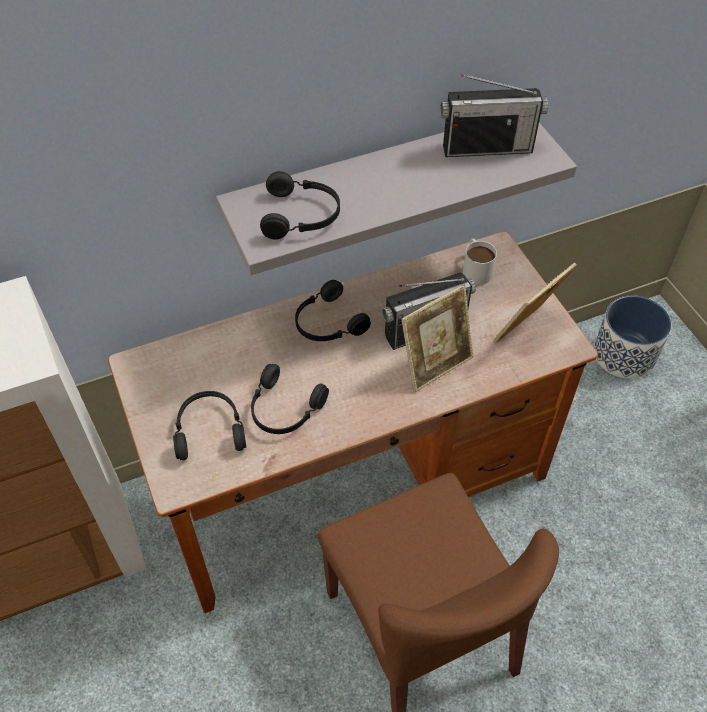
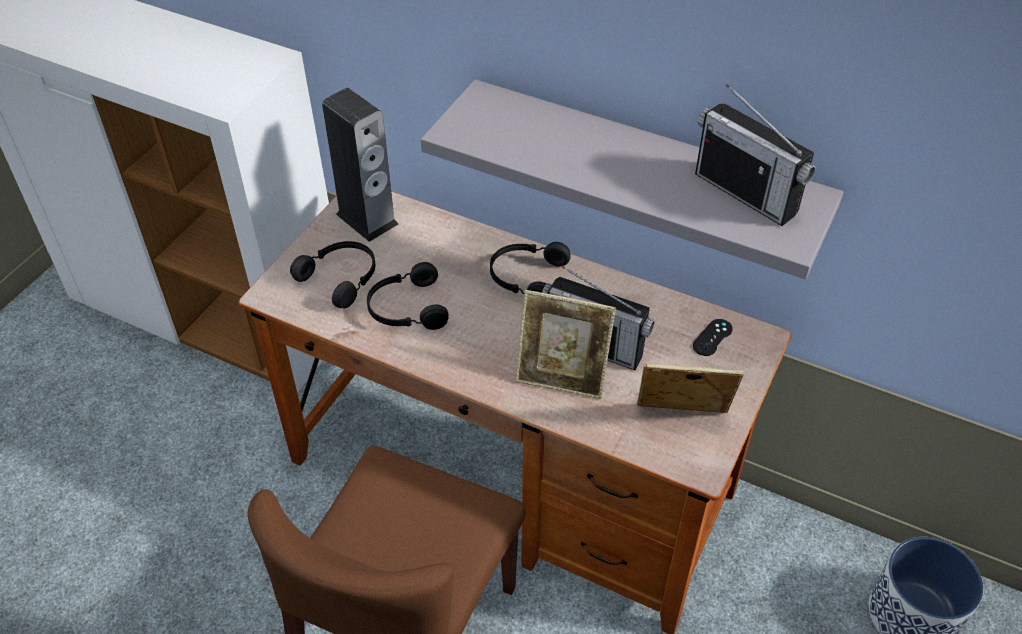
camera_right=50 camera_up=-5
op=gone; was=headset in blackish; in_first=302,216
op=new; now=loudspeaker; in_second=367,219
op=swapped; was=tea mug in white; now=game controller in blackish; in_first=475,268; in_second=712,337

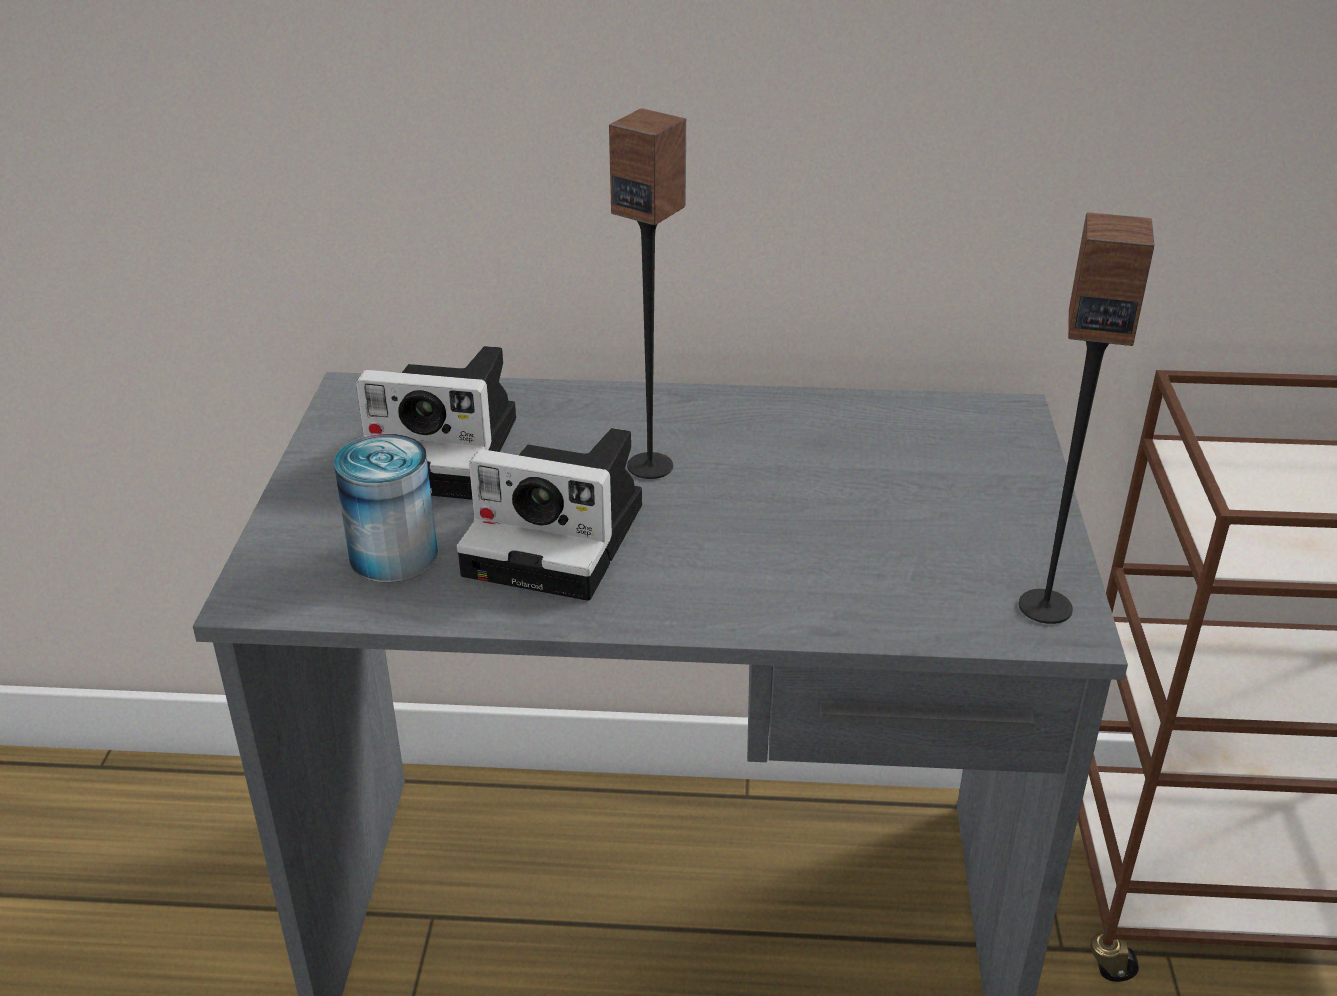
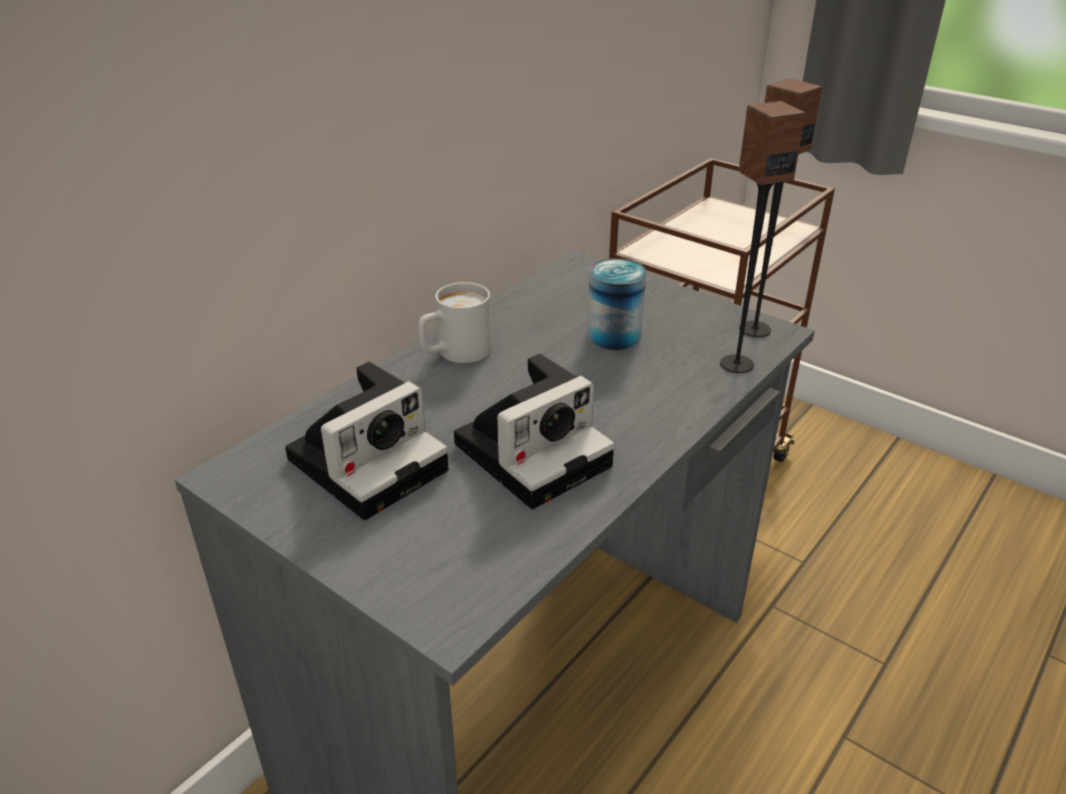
camera_right=-55 camera_up=0
op=new; now=tea mug in white; in_second=454,353
op=shifted; was=can; in_first=393,555; in_second=614,336
op=shifted; was=loudspeaker; in_first=650,466; in_second=736,364

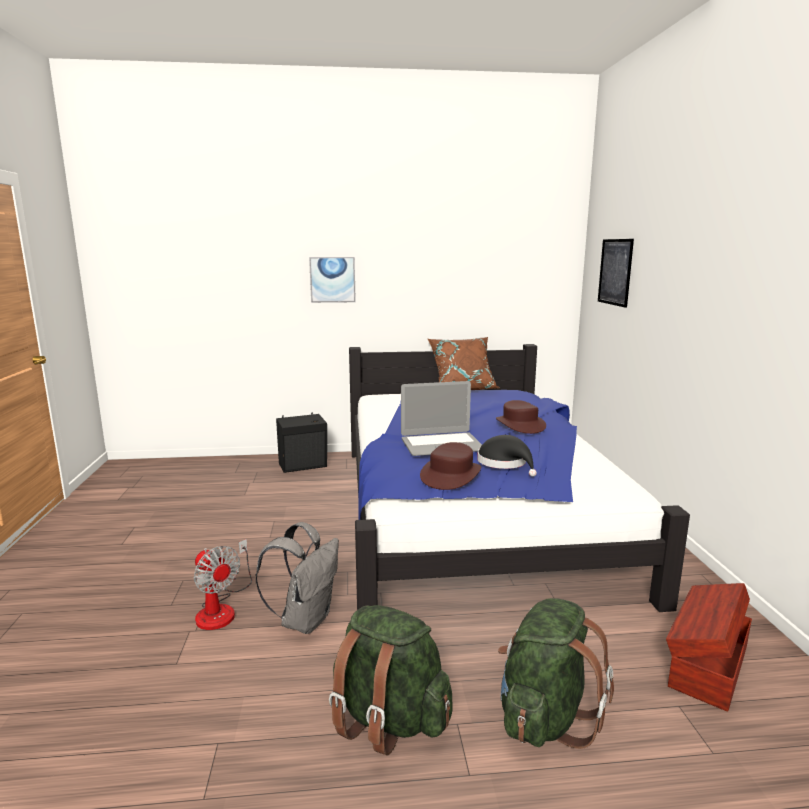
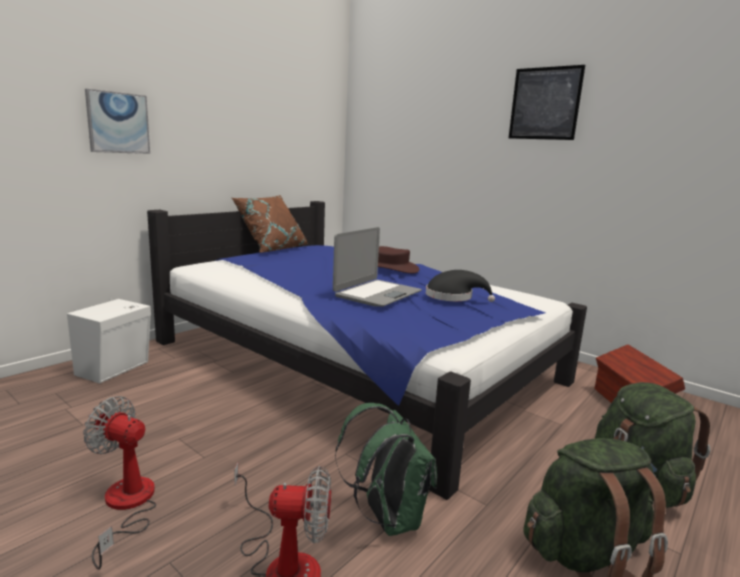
camera_right=-45 camera_up=0
op=gone; was=clothing hat in brownish; in_first=451,475
op=new; now=electric fan; in_second=126,506
op=shifted; was=picture; in_first=615,272; in_second=545,103
op=repainted; was=backpack in grey; now=backpack in green-coloured; in_first=305,619; in_second=387,517
op=repainted; was=loudspeaker in blackish; now=loudspeaker in white; in_first=304,466; in_second=115,368

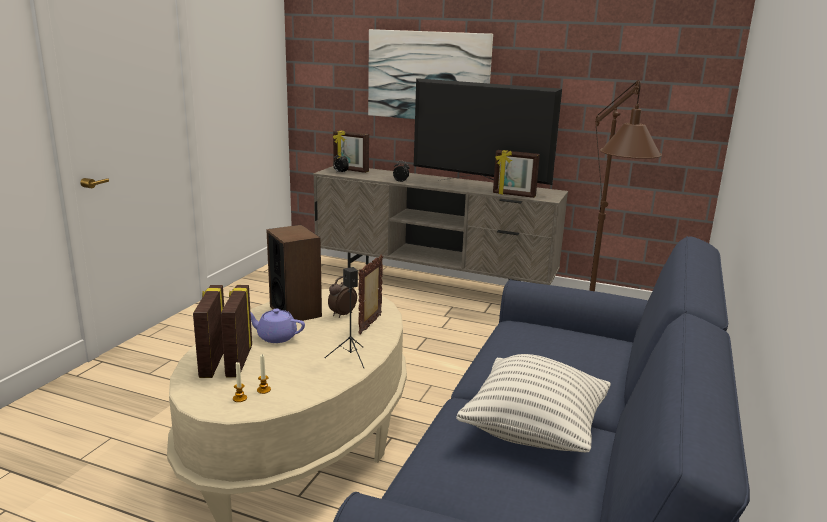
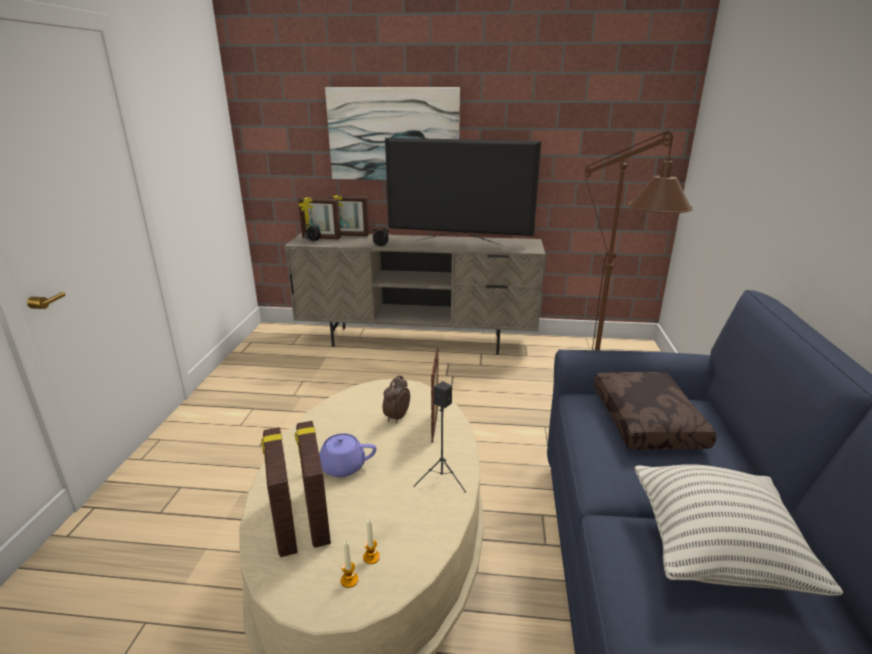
camera_right=-15 camera_up=5
op=gone; was=loudspeaker; in_first=295,311
op=new; now=throw pillow in brownish; in_second=649,421
op=shifted; was=standing frame; in_first=513,195; in_second=350,235

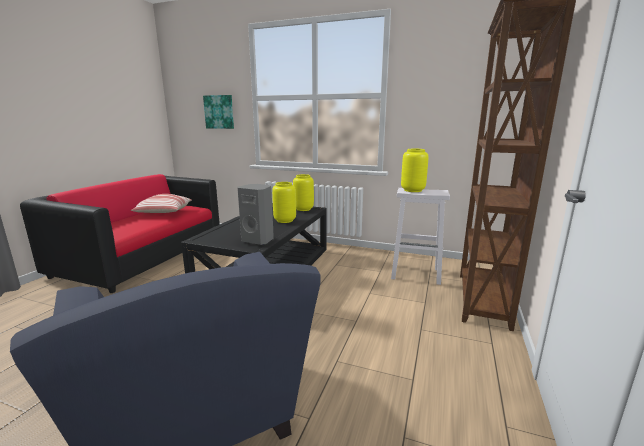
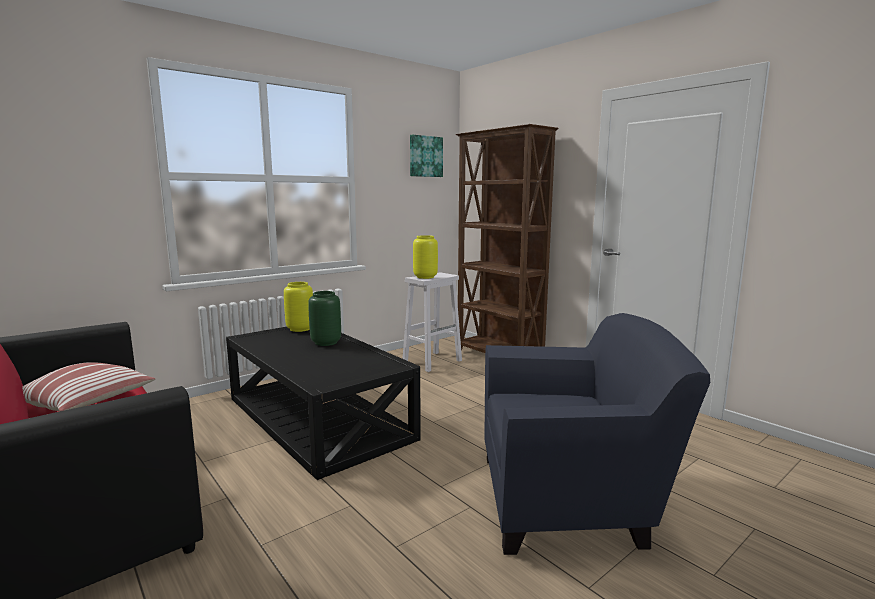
camera_right=-60 camera_up=-5
op=gone; was=loudspeaker in grey; in_first=258,240
op=shifted; was=picture; in_first=219,112; in_second=425,156
op=repainted; was=decorative vase in yellowish; now=decorative vase in green-coloured; in_first=285,220; in_second=325,342

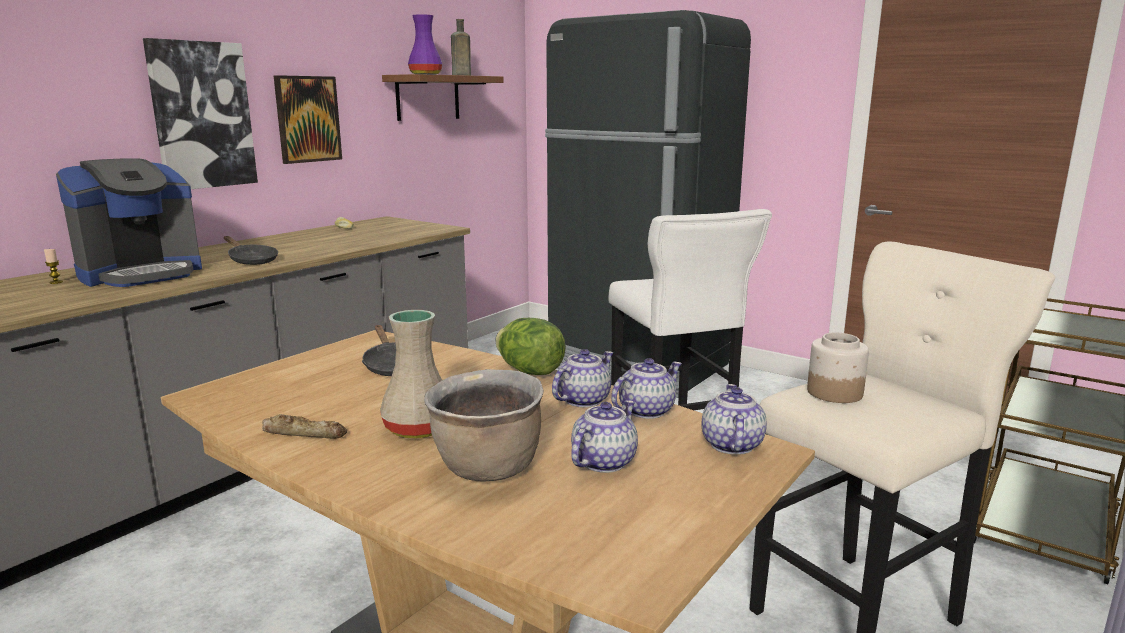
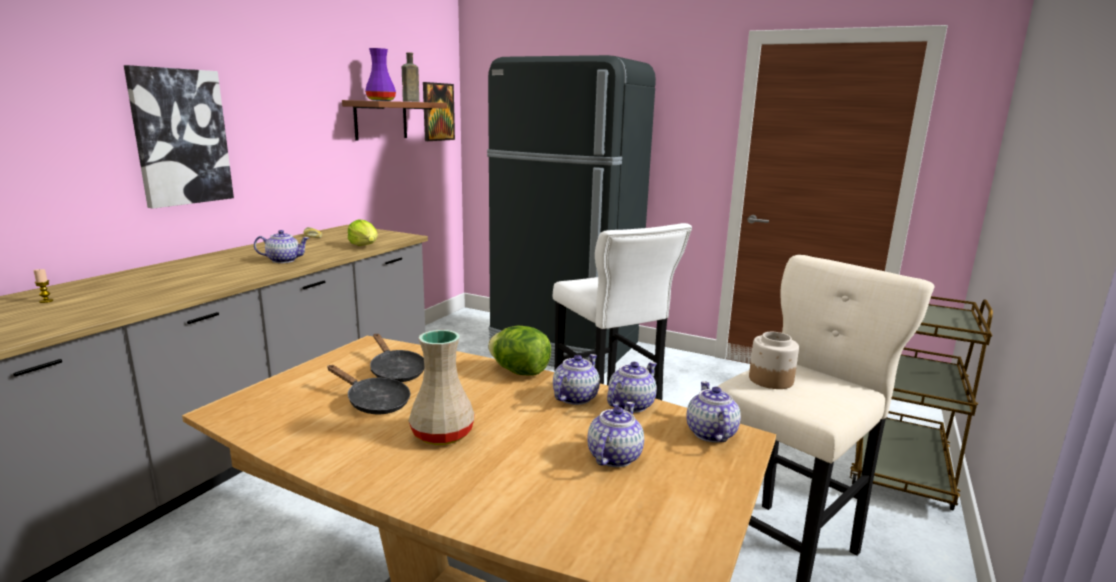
camera_right=-10 camera_up=0
op=gone; was=coffee brewer; in_first=141,274
op=gone; was=bakery bread; in_first=304,433
op=gone; was=cooking pot in brownish; in_first=488,469
op=new; now=teapot; in_second=284,260
op=new; now=lettuce; in_second=365,246
op=shifted; was=frying pan in blackish; in_first=251,260; in_second=374,402
op=shifted; was=picture; in_first=307,119; in_second=438,112

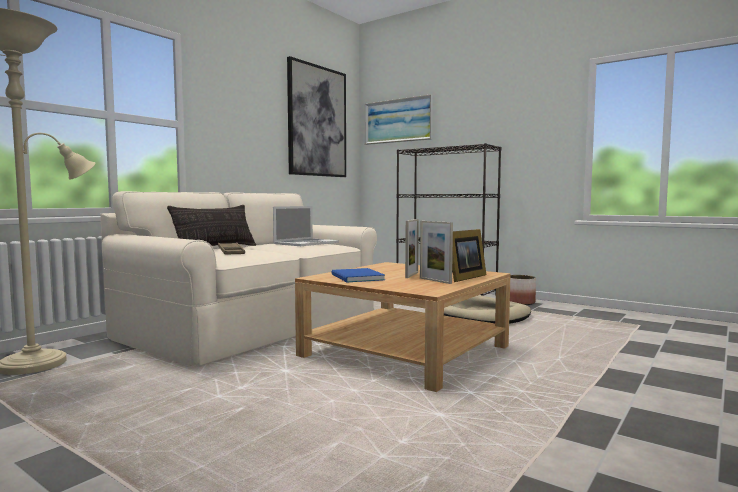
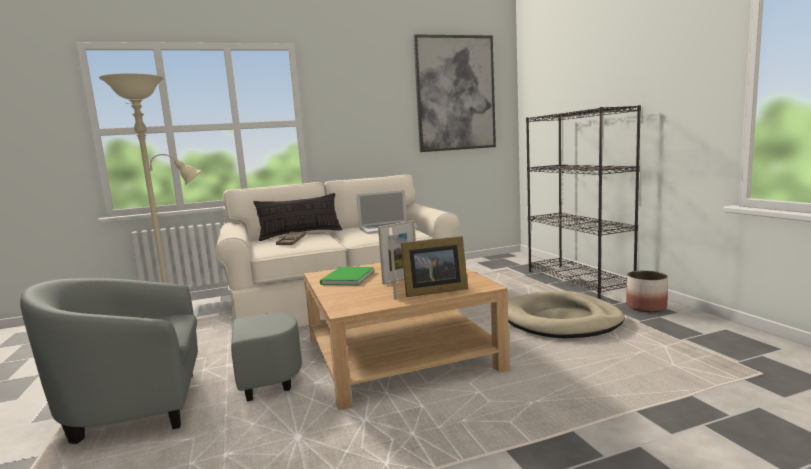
camera_right=35 camera_up=5
op=gone; was=picture; in_first=398,121
op=new; now=lounge chair in grey; in_second=170,403
op=repainted; was=book in blue-coloured; now=book in green-coloured; in_first=356,277; in_second=346,278

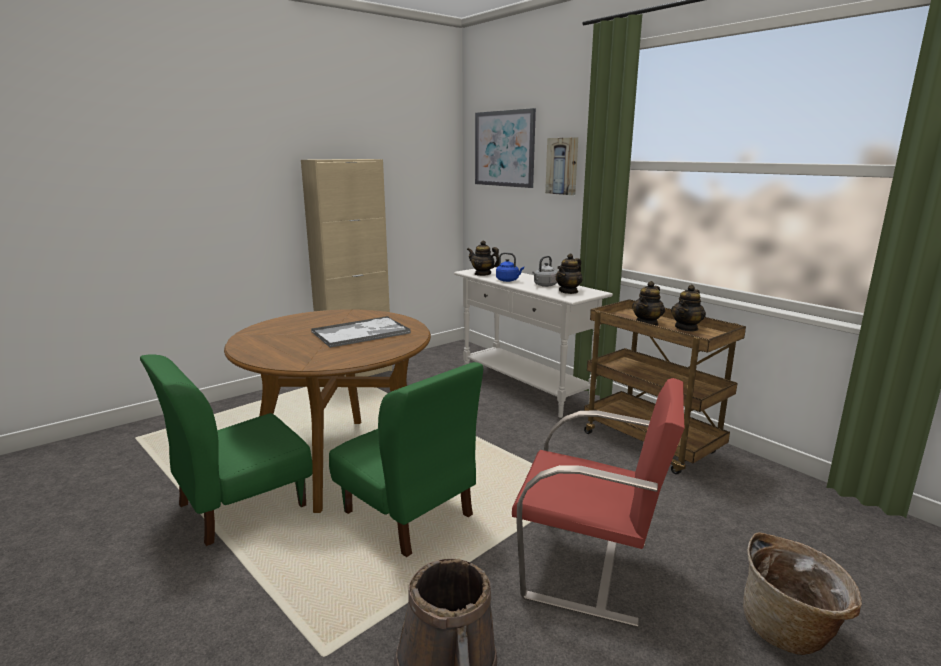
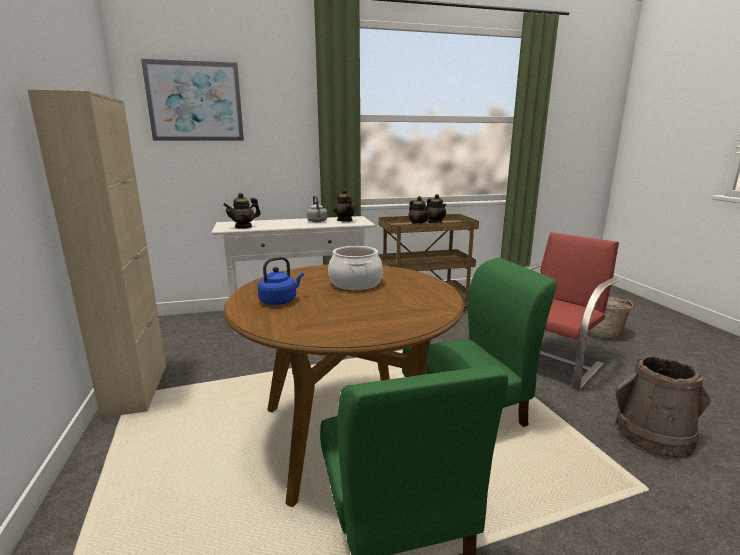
camera_right=-65 camera_up=0
op=gone; was=picture; in_first=563,166
op=shifted; was=water kettle in blue-coloured; in_first=508,280; in_second=280,301
op=swapped; was=serving tray; now=cooking pot; in_first=362,333; in_second=355,283

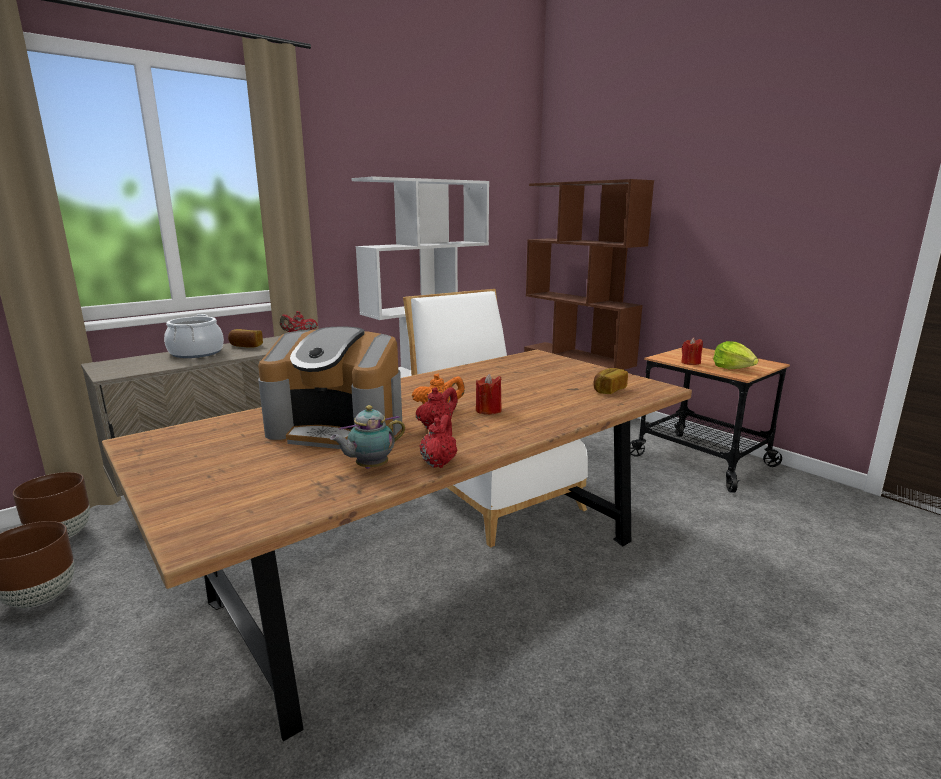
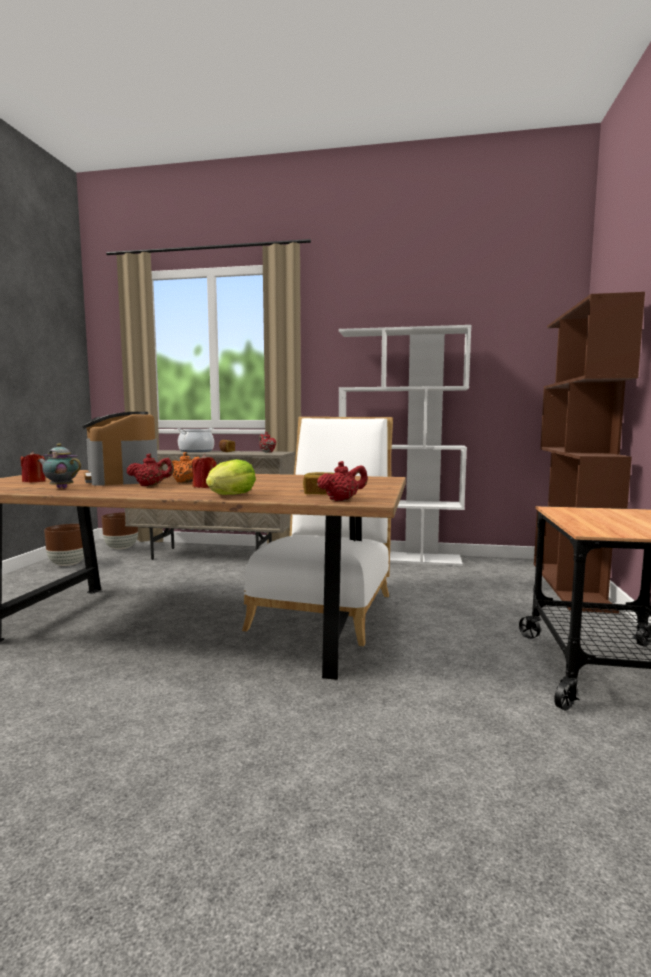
camera_right=50 camera_up=-10
op=shifted; was=teapot in red-coloured; in_first=439,462; in_second=342,500
op=shifted; was=wax candle in red-coloured; in_first=690,363; in_second=34,481
op=shifted; was=lettuce; in_first=733,368; in_second=231,495

